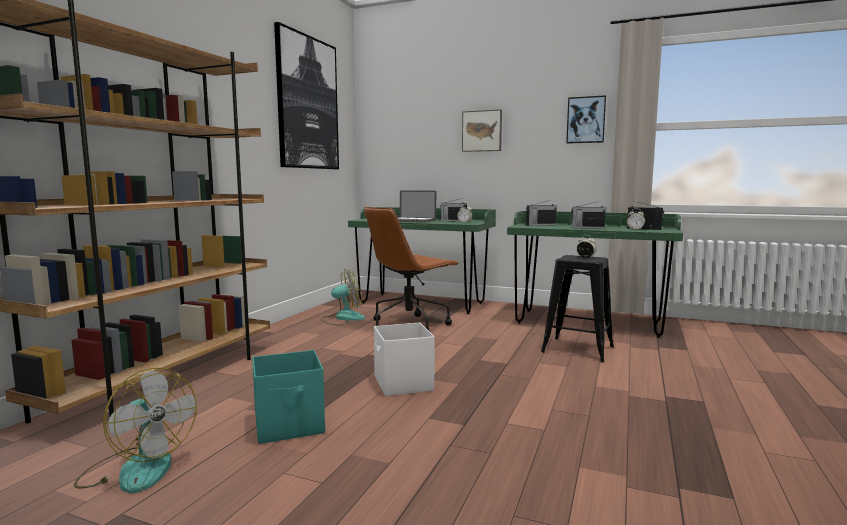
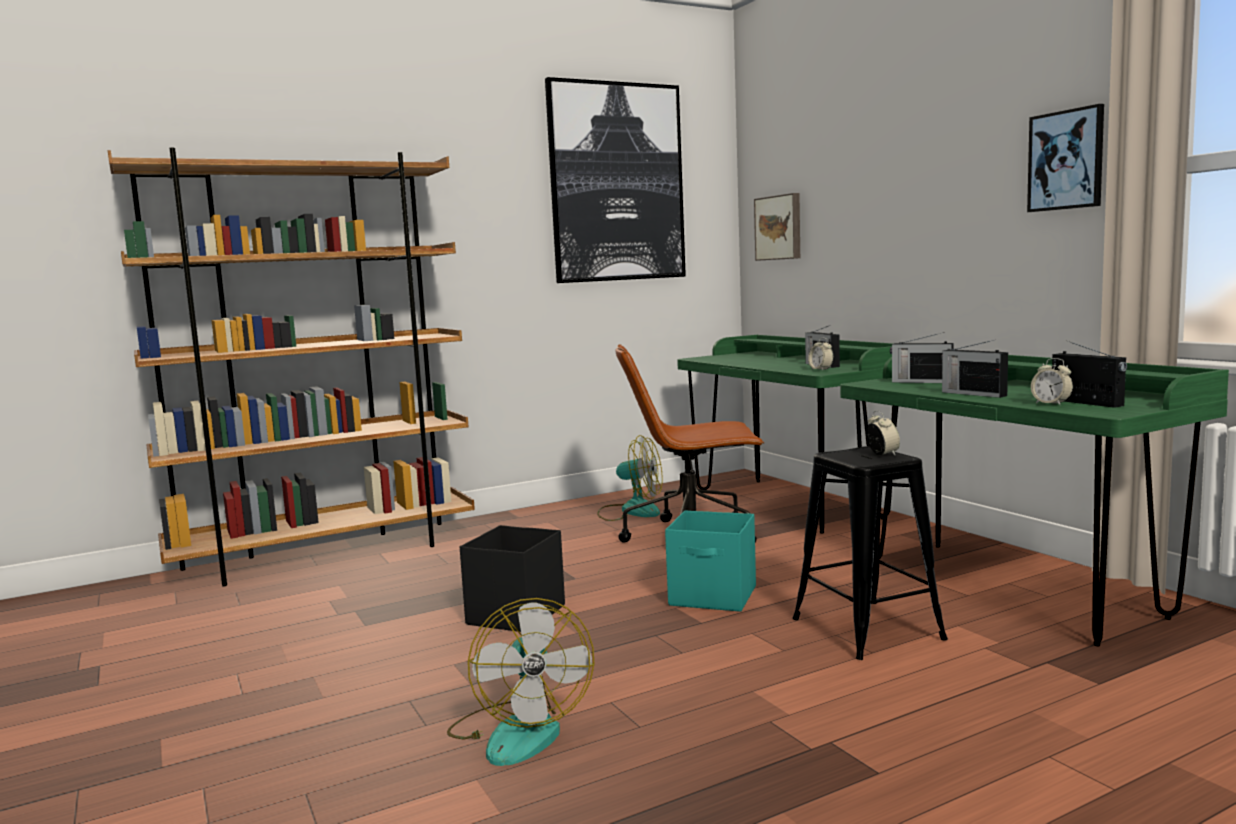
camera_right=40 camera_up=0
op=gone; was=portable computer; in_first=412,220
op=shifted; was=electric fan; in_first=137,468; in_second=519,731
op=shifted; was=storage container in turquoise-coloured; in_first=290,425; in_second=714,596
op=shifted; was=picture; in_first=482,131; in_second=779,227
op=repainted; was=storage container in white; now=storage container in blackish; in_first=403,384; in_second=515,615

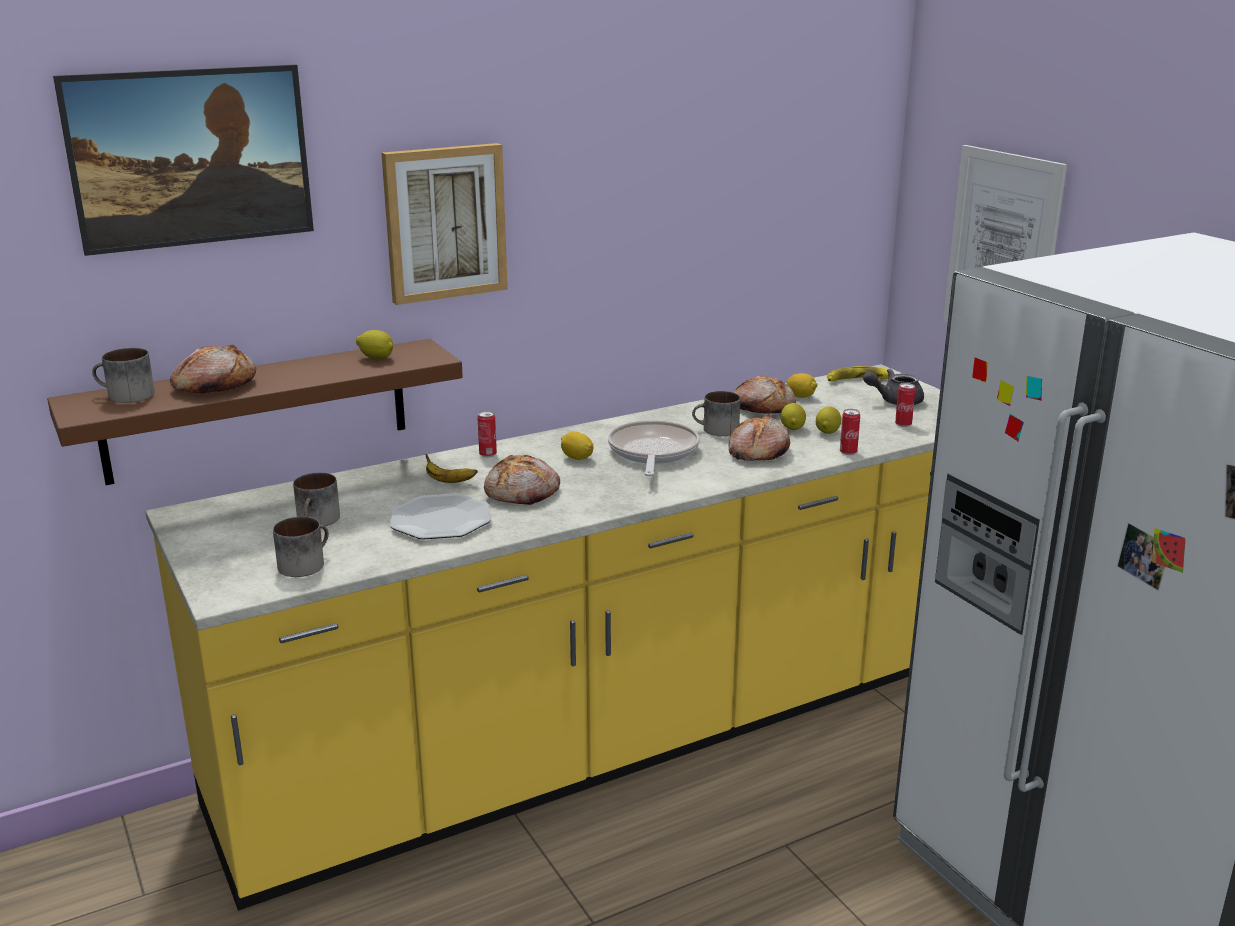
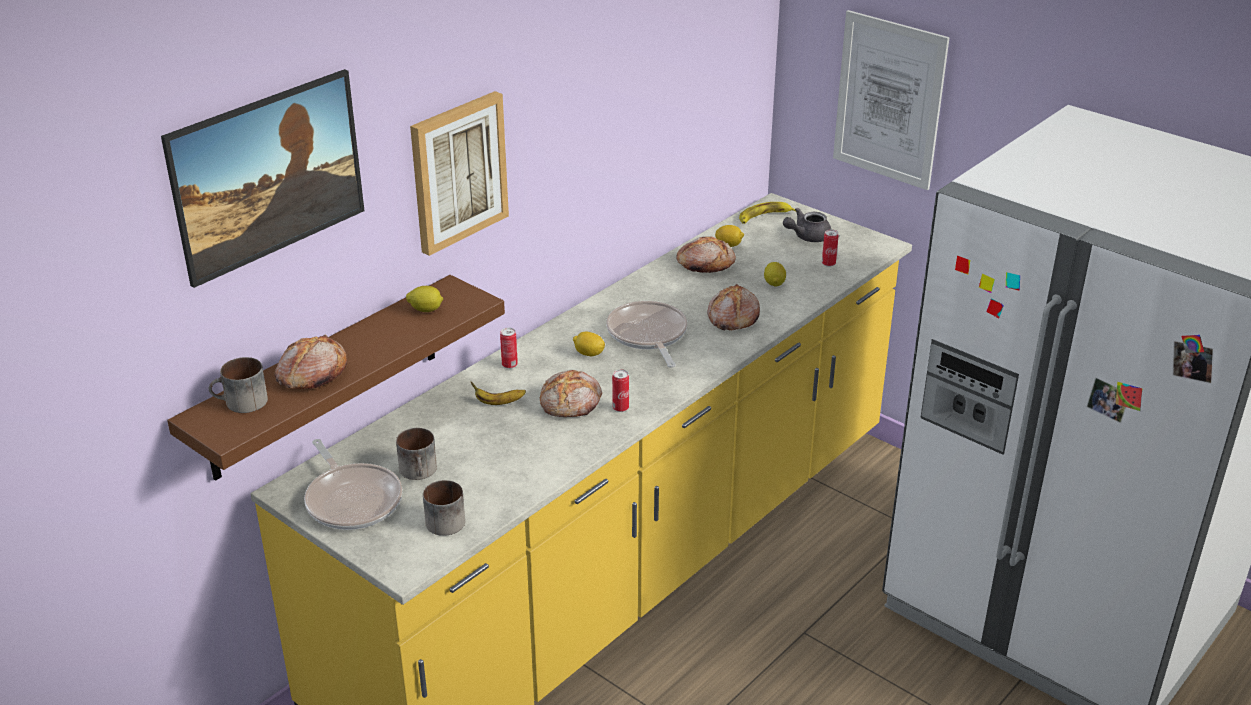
camera_right=-20 camera_up=10
op=gone; was=plate; in_first=441,520
op=gone; was=tea mug; in_first=716,430
op=gone; was=lemon; in_first=792,428
op=new; now=frying pan; in_second=352,500
op=shifted; was=can; in_first=848,452; in_second=620,408

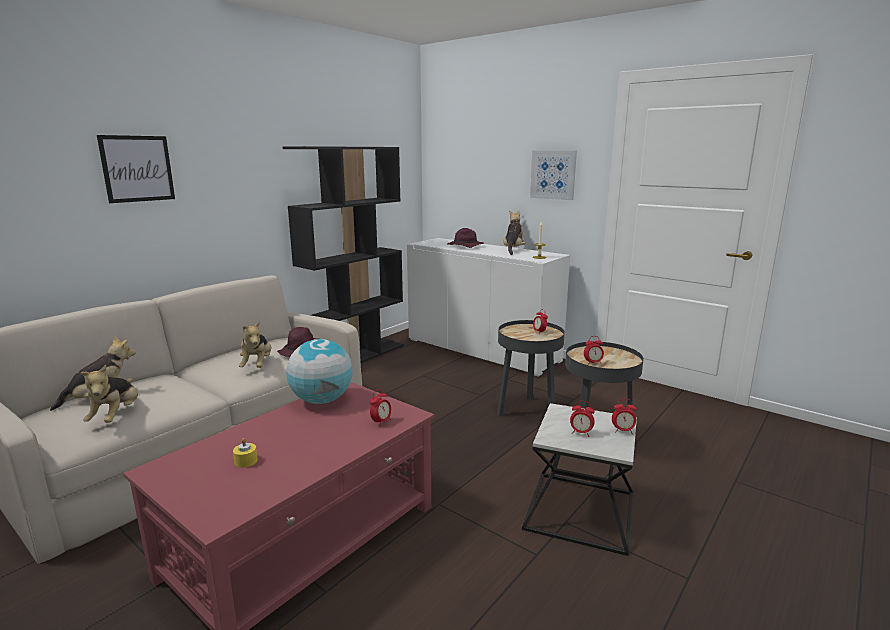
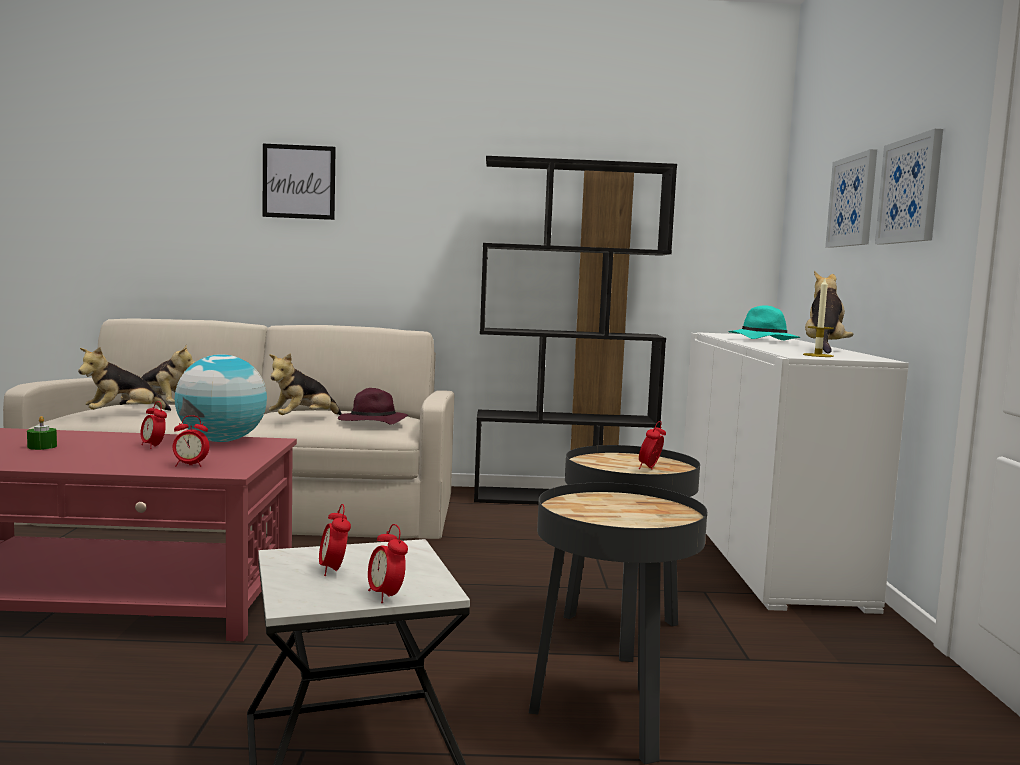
camera_right=50 camera_up=-10
op=new; now=picture; in_second=853,201
op=shifted; was=bedside clock; in_first=593,363; in_second=153,446
op=repainted; was=wax candle in yellowish; now=wax candle in green-coloured; in_first=246,461; in_second=42,446
op=repainted; was=clothing hat in purple; now=clothing hat in turquoise-coloured; in_first=464,246; in_second=762,340
op=rotated; was=plush toy; in_first=513,250; in_second=823,349; clockwise=-45

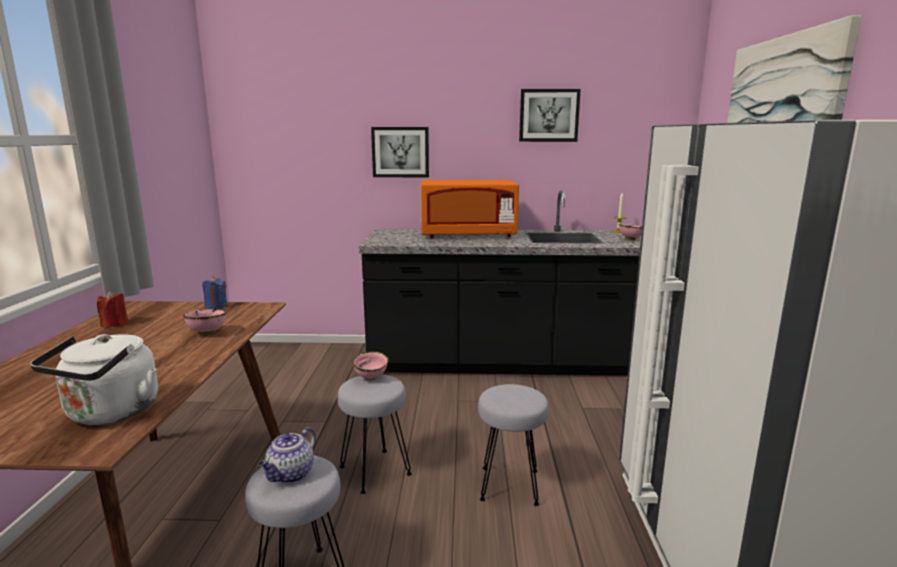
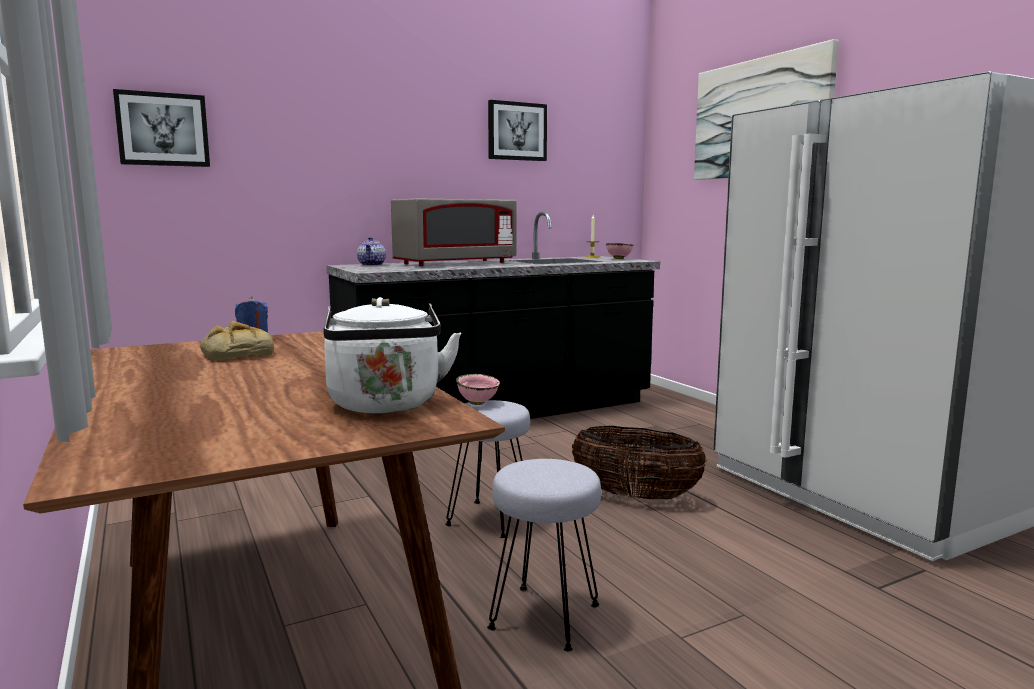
camera_right=-30 camera_up=-5
op=gone; was=wax candle in red-coloured; in_first=115,324
op=gone; was=bowl in pink; in_first=206,333
op=new; now=bakery bread; in_second=237,353
op=shifted; was=teapot; in_first=290,474; in_second=372,265
op=shifted; was=picture; in_first=400,152; in_second=163,129
op=swapped; was=stool seat in grey; now=storage basket; in_first=510,486; in_second=636,496
op=repainted; was=microwave oven in orange; now=microwave oven in grey; in_first=467,235; in_second=455,263

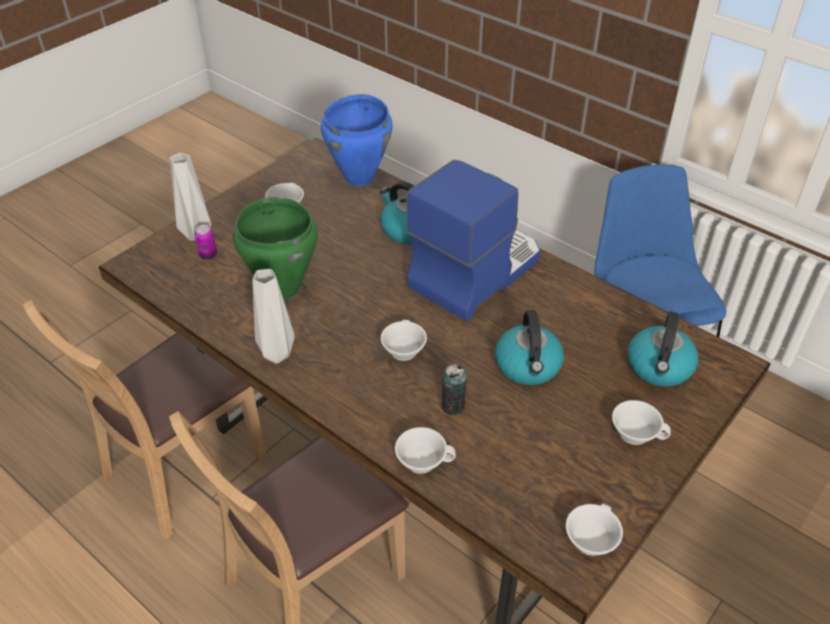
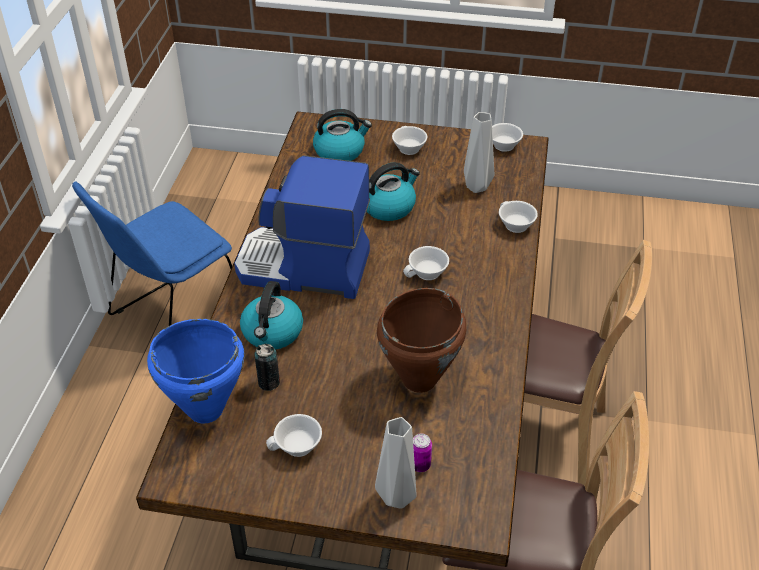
camera_right=-120 camera_up=0
op=shifted; was=decorative vase in grey; in_first=276,355; in_second=478,187
op=shifted; was=can; in_first=453,406; in_second=269,382
op=repainted; was=cooking pot in green-coloured; now=cooking pot in brownish; in_first=282,289; in_second=420,379

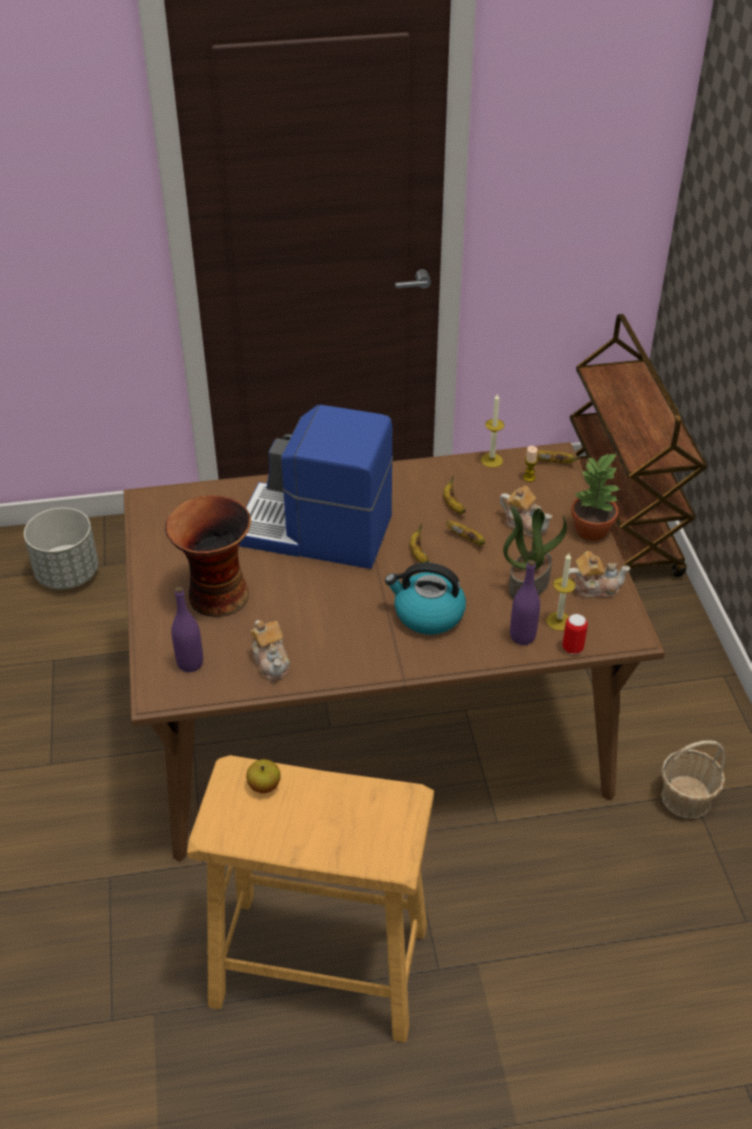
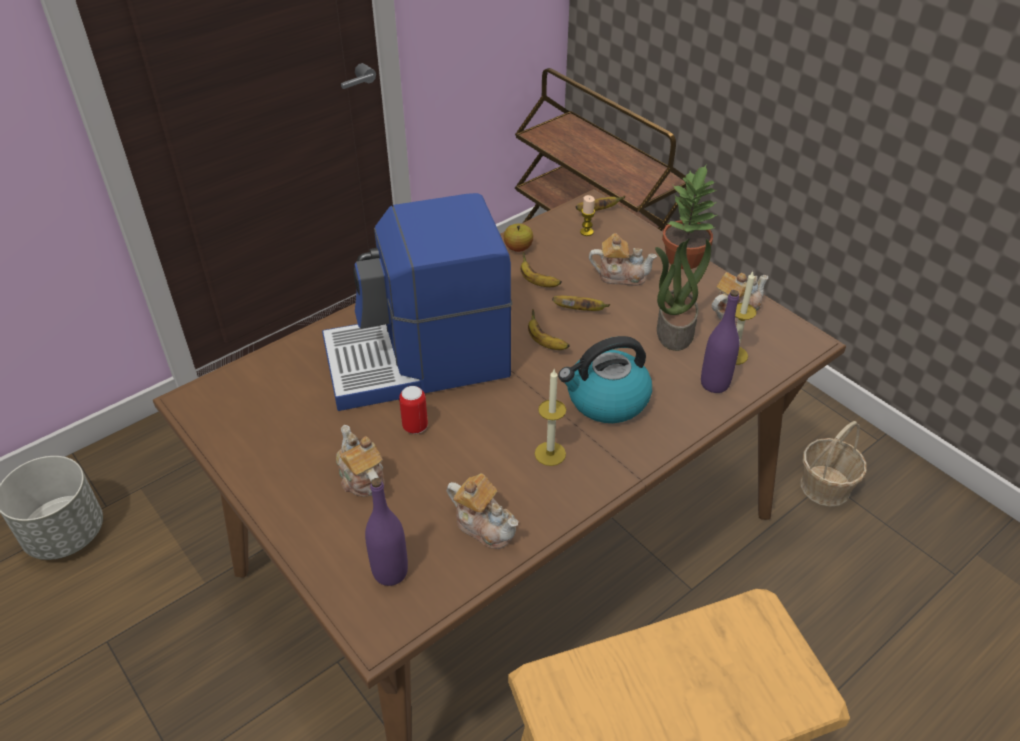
camera_right=-30 camera_up=0
op=shifted; was=whole apple; in_first=264,785; in_second=518,248
op=shifted; was=wax candle; in_first=491,460; in_second=550,453
op=shifted; was=can; in_first=572,648; in_second=415,427
op=swapped; was=decorative vase; now=teapot; in_first=216,596; in_second=361,477

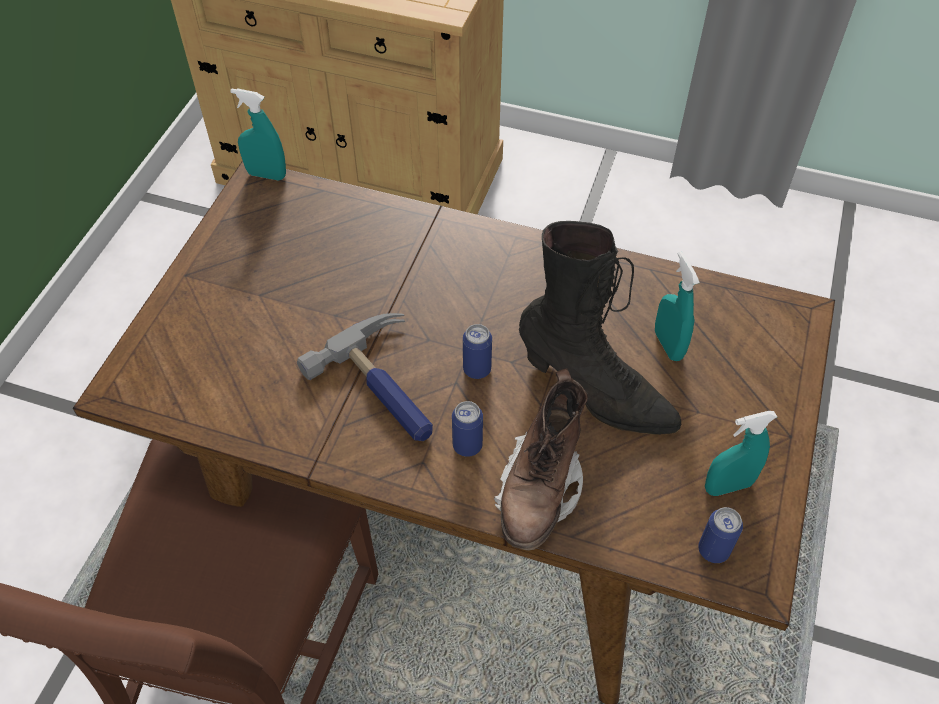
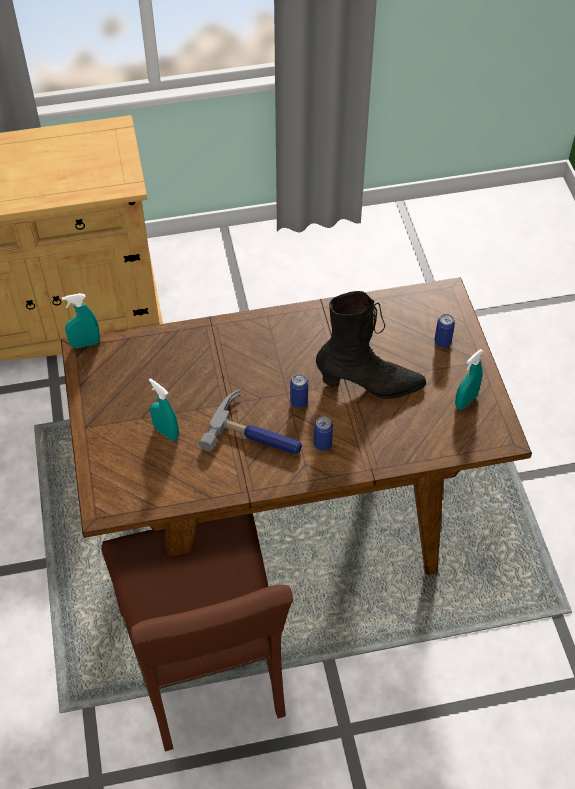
camera_right=-30 camera_up=0
op=gone; was=tall boot in brownish; in_first=539,490
op=shifted; was=sprayer in turquoise-coloured; in_first=668,345; in_second=166,432
op=shifted; was=can; in_first=713,550; in_second=442,342

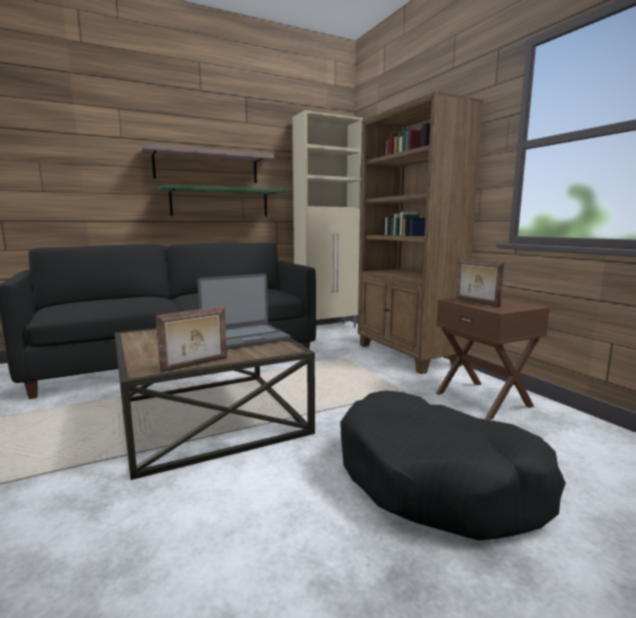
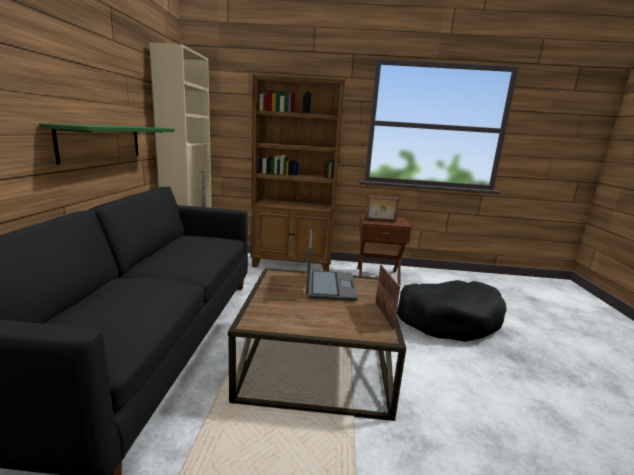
camera_right=-60 camera_up=5
op=gone; was=shelf; in_first=207,167

